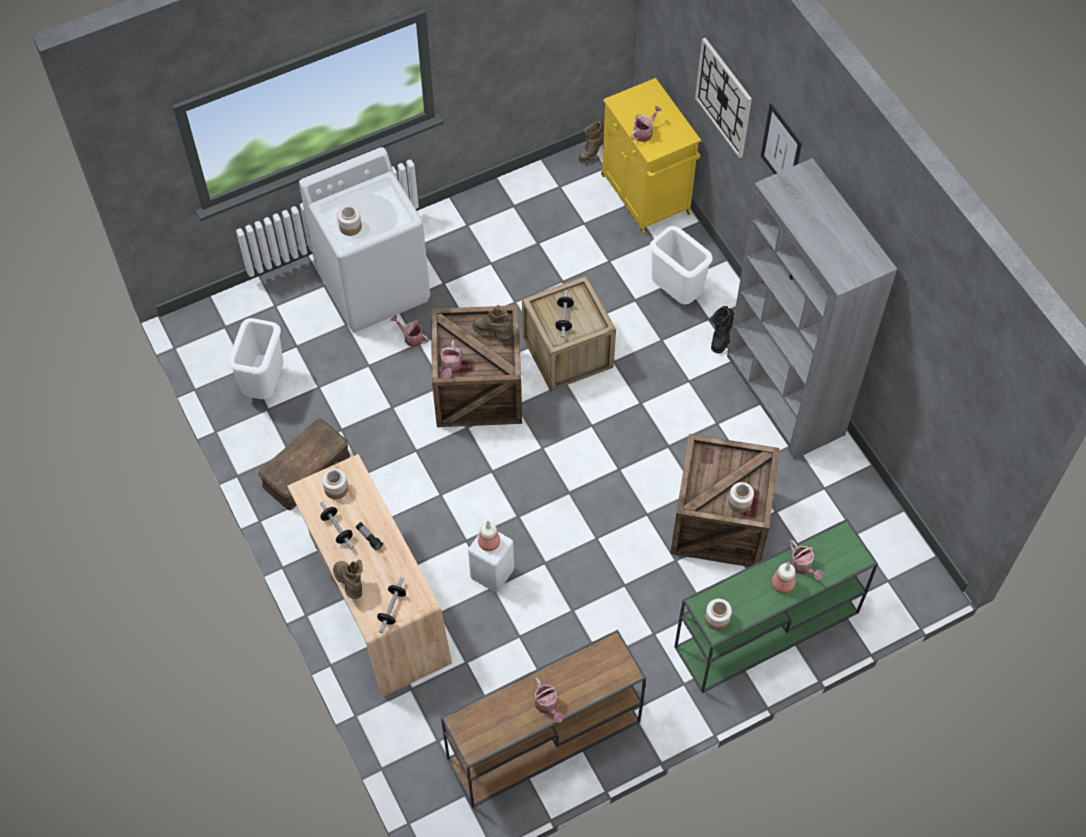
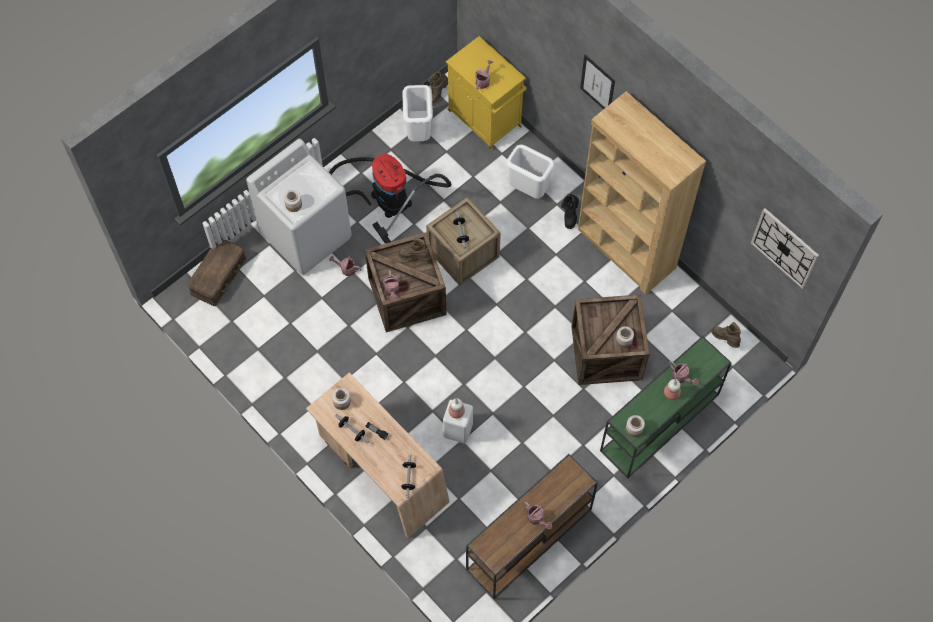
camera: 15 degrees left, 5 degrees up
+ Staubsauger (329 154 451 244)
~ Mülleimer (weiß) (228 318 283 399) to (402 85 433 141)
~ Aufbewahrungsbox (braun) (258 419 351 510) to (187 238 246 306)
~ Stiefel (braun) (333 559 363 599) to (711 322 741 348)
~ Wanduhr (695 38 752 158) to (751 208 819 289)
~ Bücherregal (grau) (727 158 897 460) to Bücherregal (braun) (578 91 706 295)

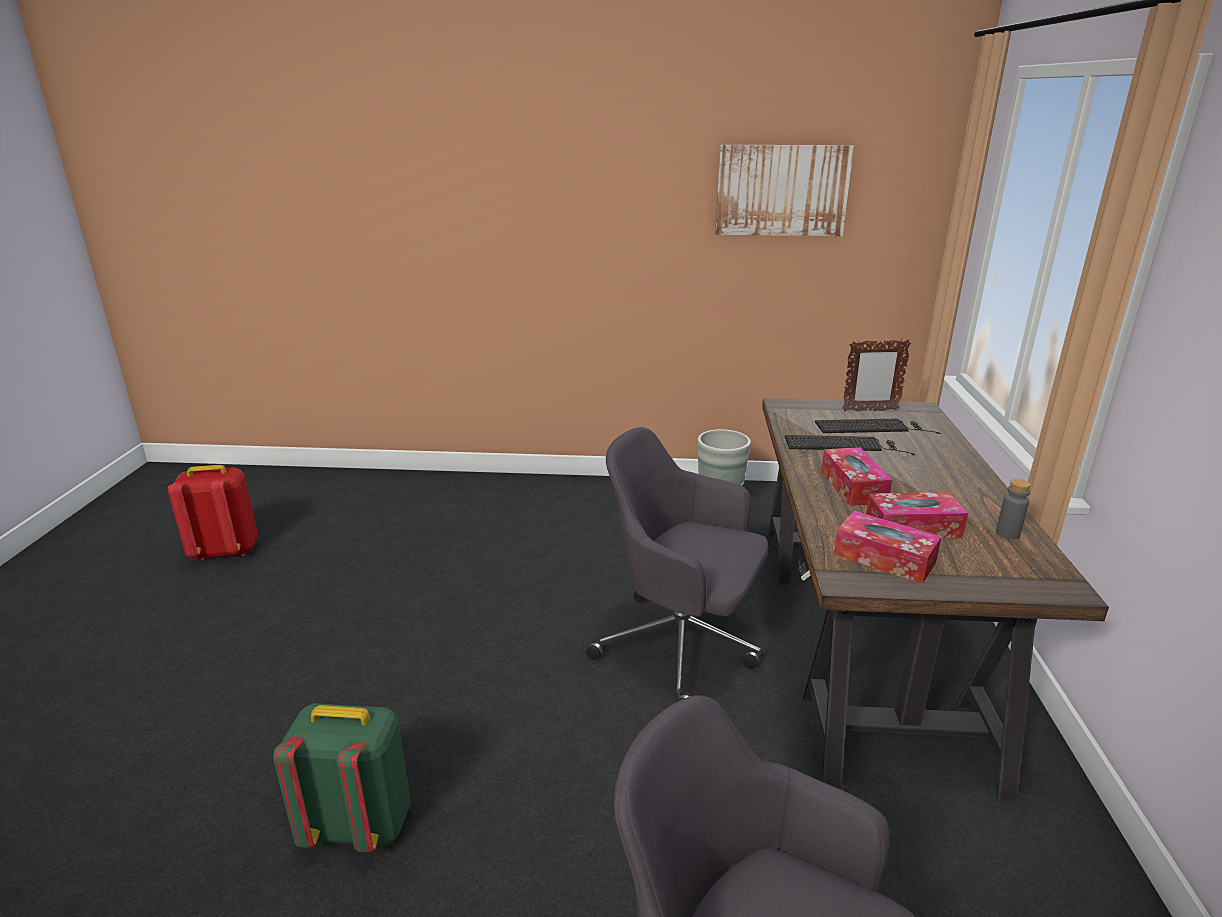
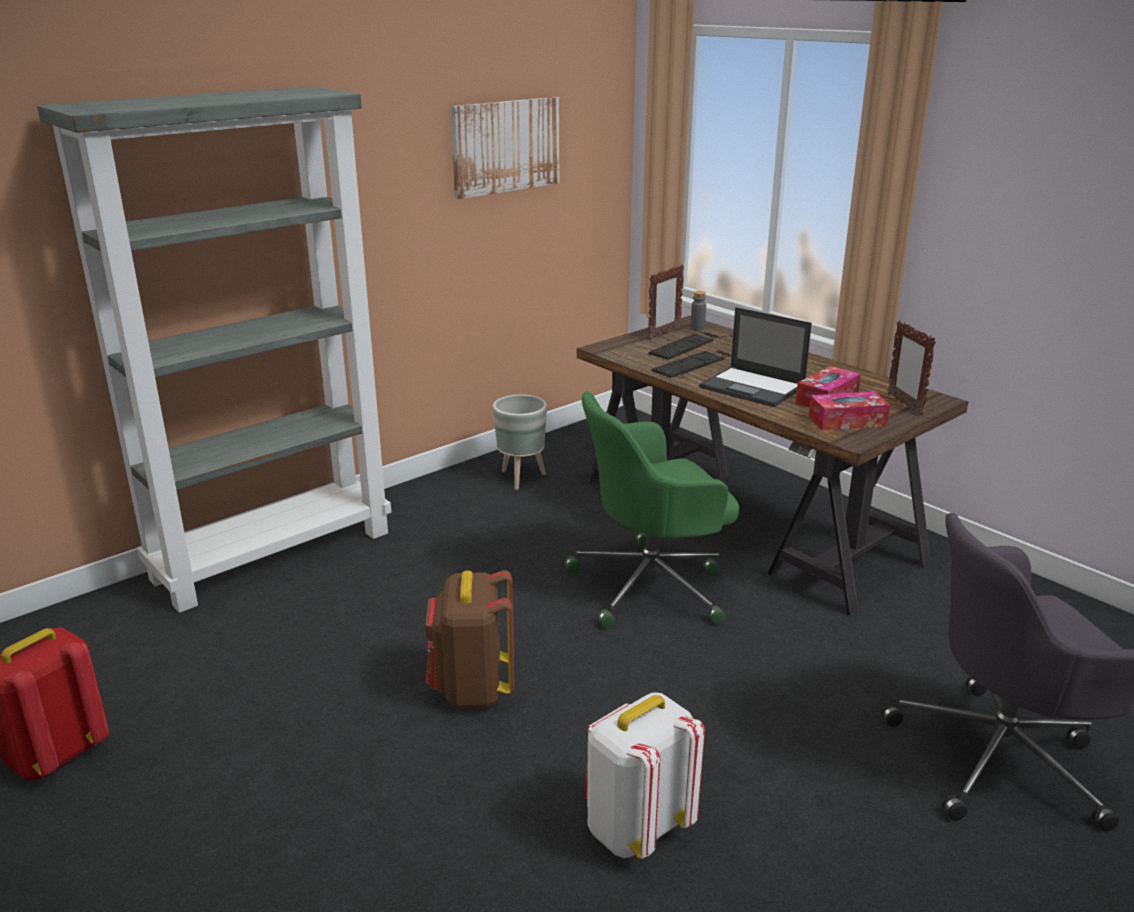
camera: 45 degrees left, 0 degrees up
+ Bücherregal (grau) (37 87 391 613)
+ Rucksack (braun) (425 570 514 709)
+ Bilderrahmen (888 320 936 415)
~ Flasche (grau) (996 479 1031 539) to (691 291 706 330)
~ Taschentuchbox (821 447 892 506) to Laptop (699 307 812 407)
~ Rucksack (grün) (273 703 411 853) to Rucksack (weiß) (584 692 705 859)
~ Bürostuhl (grau) (586 427 769 702) to Bürostuhl (grün) (565 391 739 629)

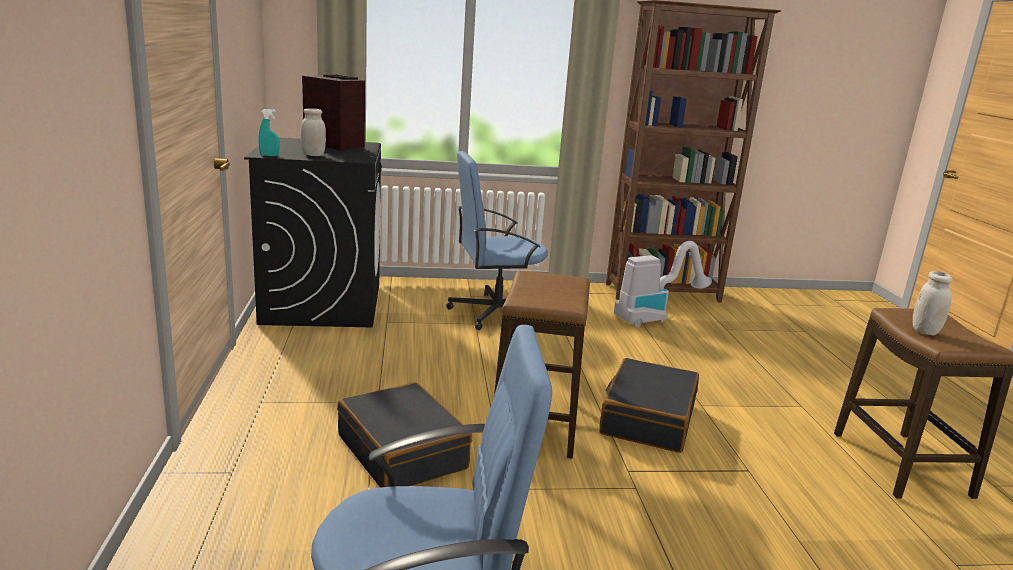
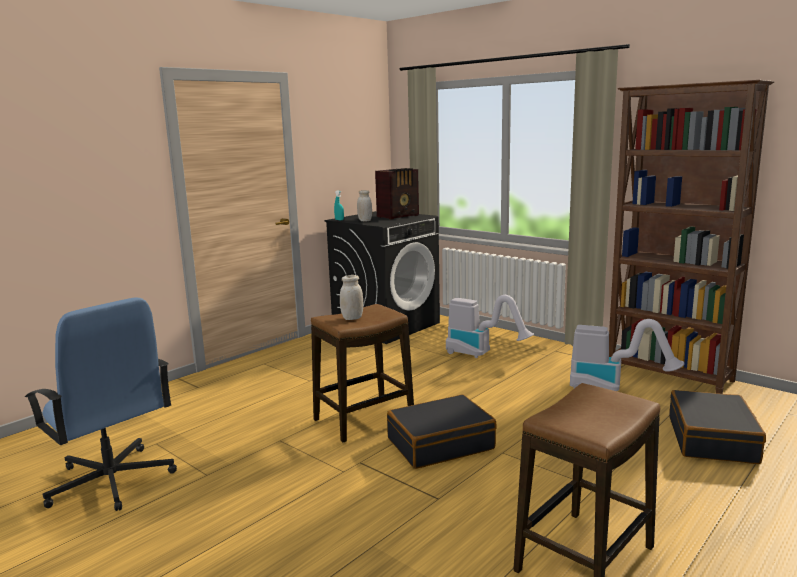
camera: 50 degrees right, 5 degrees down
~ Koffer (schwarz) (337 382 472 488) to (669 390 766 464)
~ Vorratsglas (weiß) (913 271 952 335) to (340 275 363 320)
~ Bürostuhl (blau) (446 151 548 330) to Staubsauger (446 295 534 358)
~ Radio (302 74 365 151) = (375 168 419 219) 60 degrees clockwise

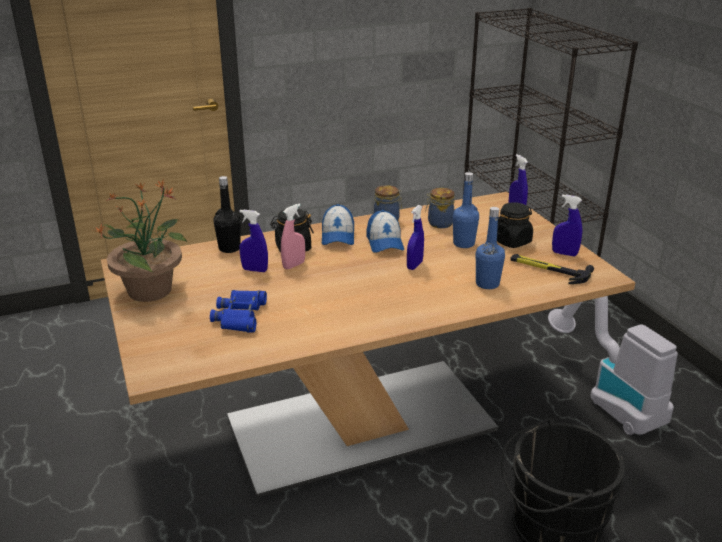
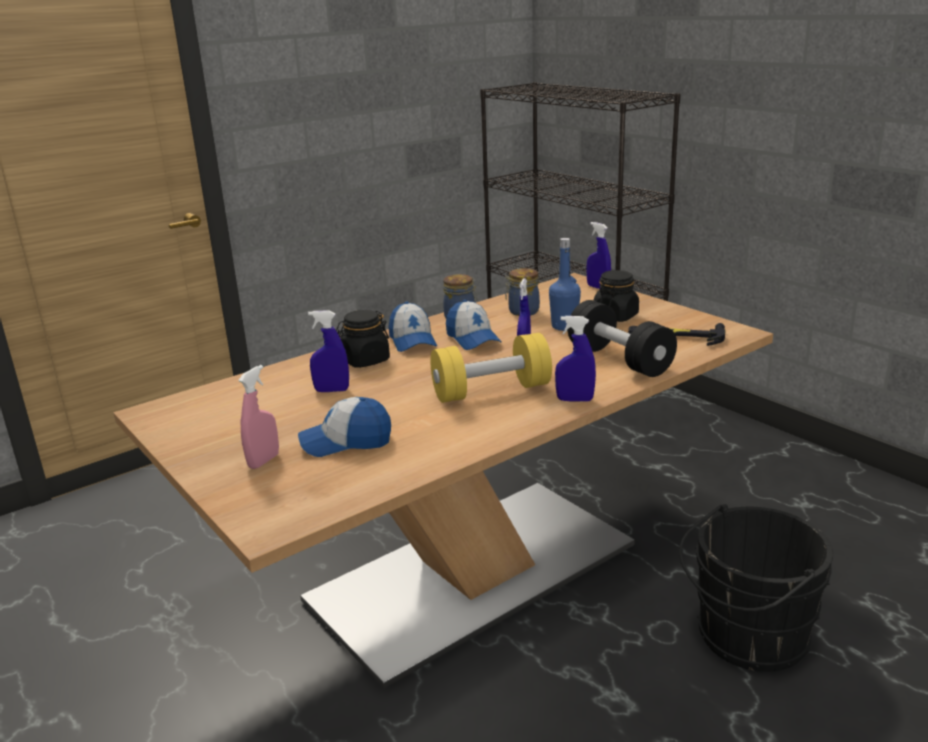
camera: 15 degrees left, 5 degrees down
- Topfpflanze (93 179 187 302)
- Flasche (schwarz) (213 176 241 253)
- Staubsauger (548 296 678 435)
+ Hantel (gelb) (430 333 552 403)
~ Sprühflasche (rosa) (281 204 305 270) to (238 365 279 469)
~ Sprühflasche (blau) (552 194 582 256) to (555 316 596 402)
~ Fernglas (blau) (210 290 267 333) to Kappe (298 397 391 457)
~ Flasche (blau) (476 207 505 289) to Hantel (schwarz) (568 300 677 377)

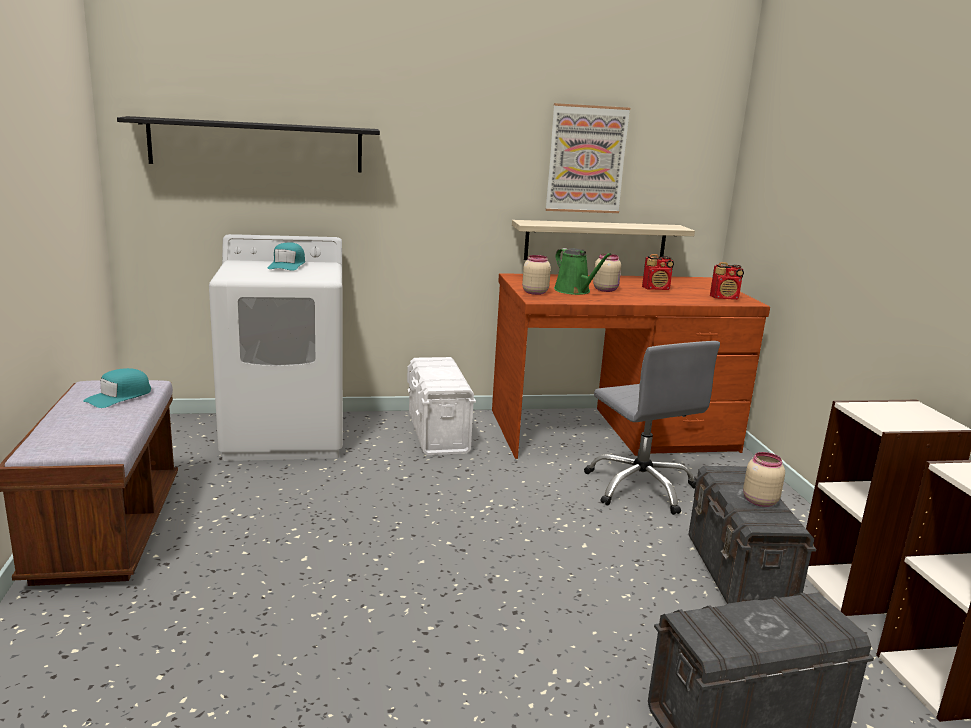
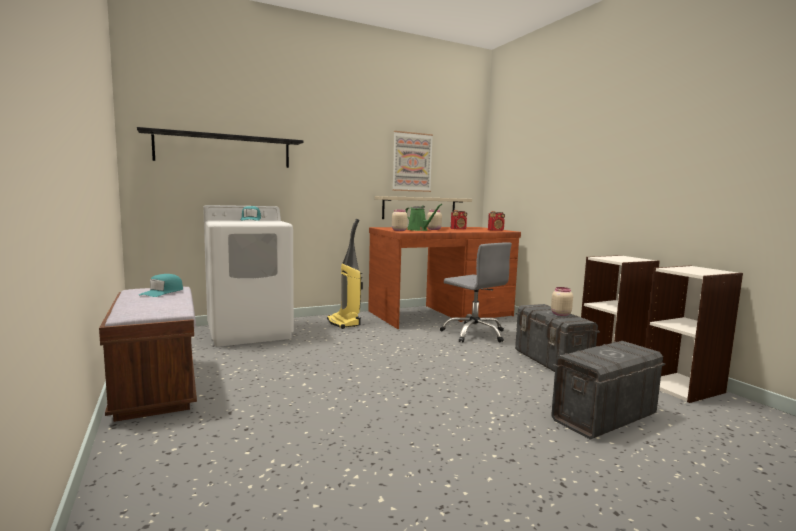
camera: 15 degrees left, 10 degrees down
~ Aufbewahrungsbox (weiß) (407 357 476 455) to Staubsauger (327 219 363 329)

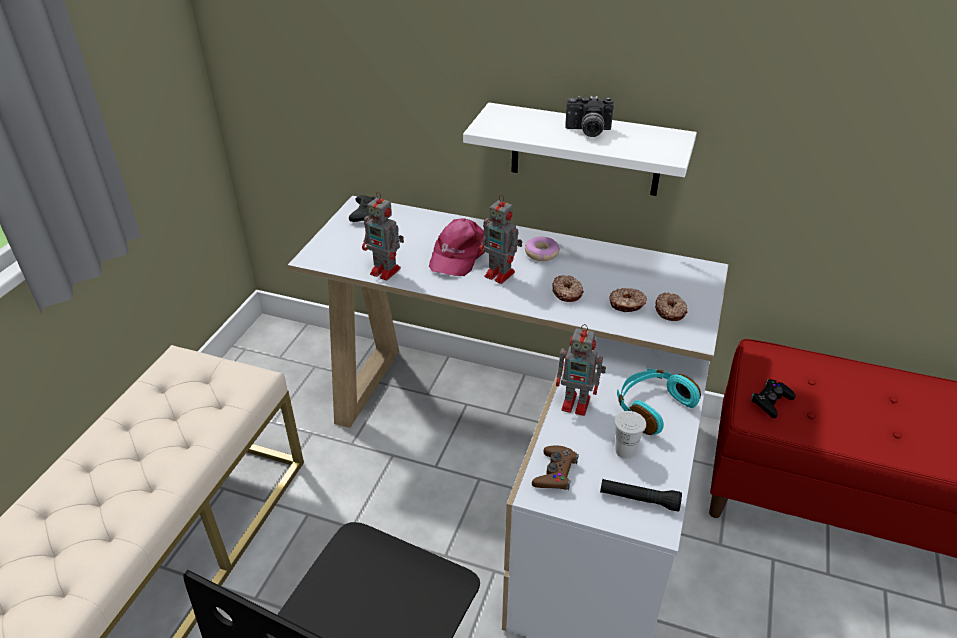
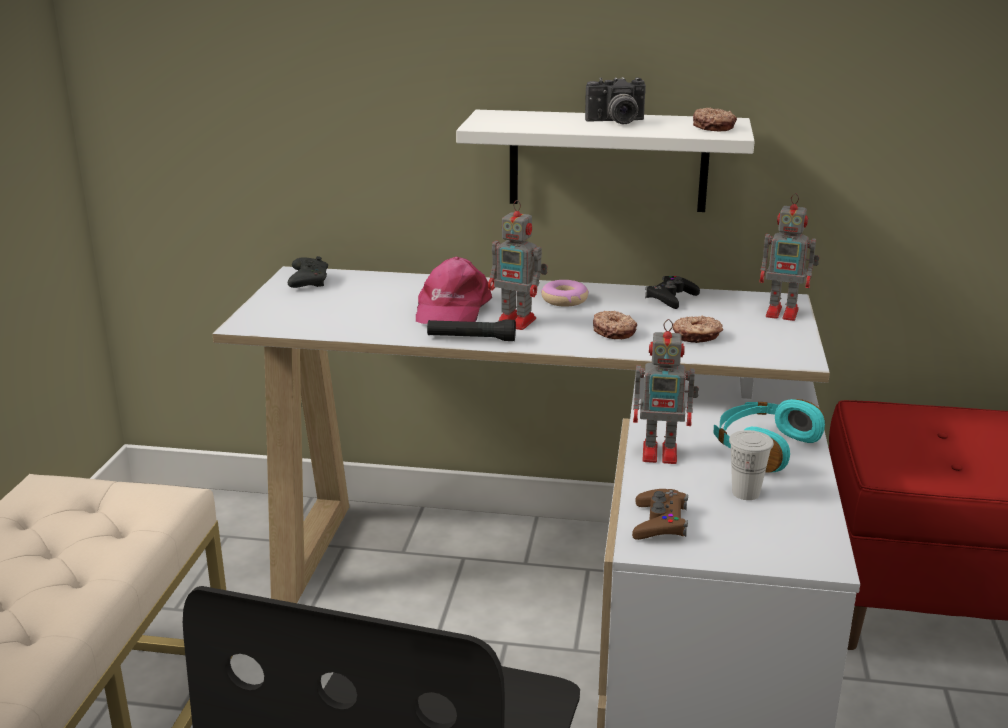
camera: 10 degrees left, 15 degrees down
~ Spielzeugroboter (362 192 404 280) to (759 193 819 321)
~ Taschenlampe (schwarz) (600 479 682 512) to (427 319 516 341)
~ Donut (655 293 687 321) to (693 108 737 132)
~ Gamepad (schwarz) (750 379 795 418) to (645 276 700 309)

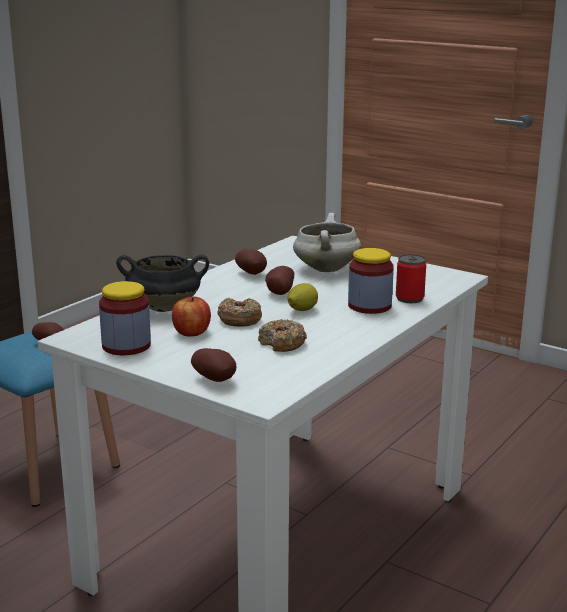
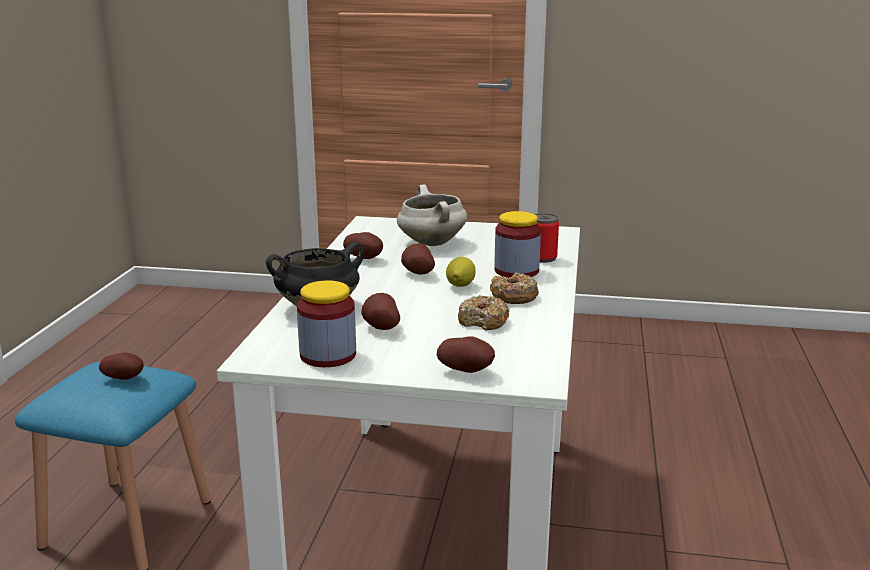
camera: 25 degrees left, 0 degrees up
~ Donut (217 298 262 327) to (490 273 539 304)
~ Apfel (172 297 211 337) to Kartoffel (361 293 400 330)

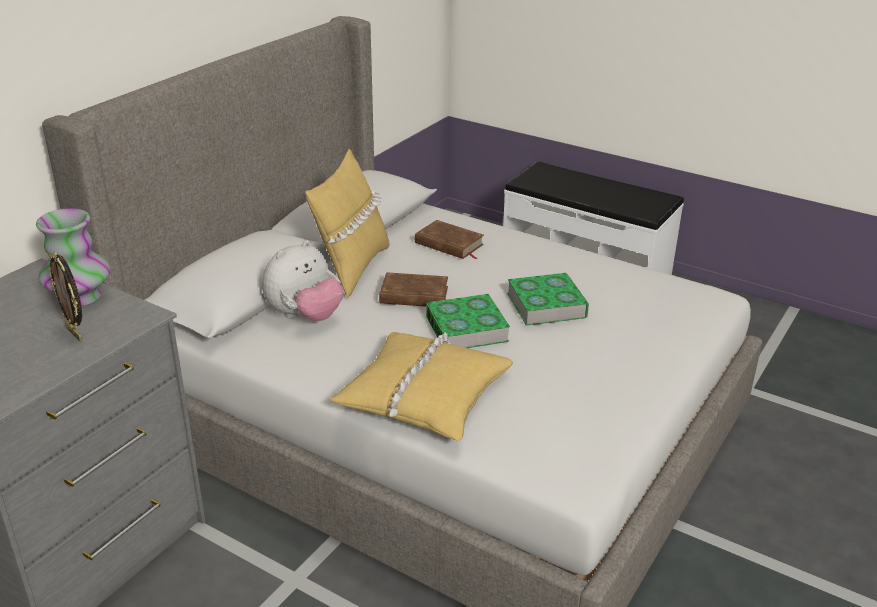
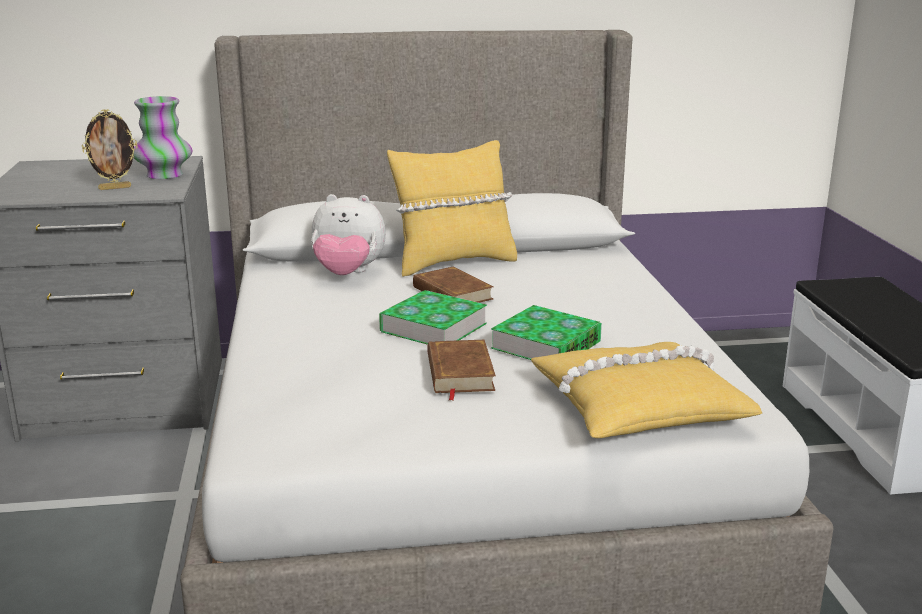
camera: 50 degrees right, 10 degrees down
~ Kissen (gelb) (329 332 513 442) to (531 342 762 438)
~ Buch (braun) (415 220 484 259) to (427 340 496 400)
~ Bilderrahmen (49 252 82 341) = (82 109 138 190) 120 degrees counterclockwise

